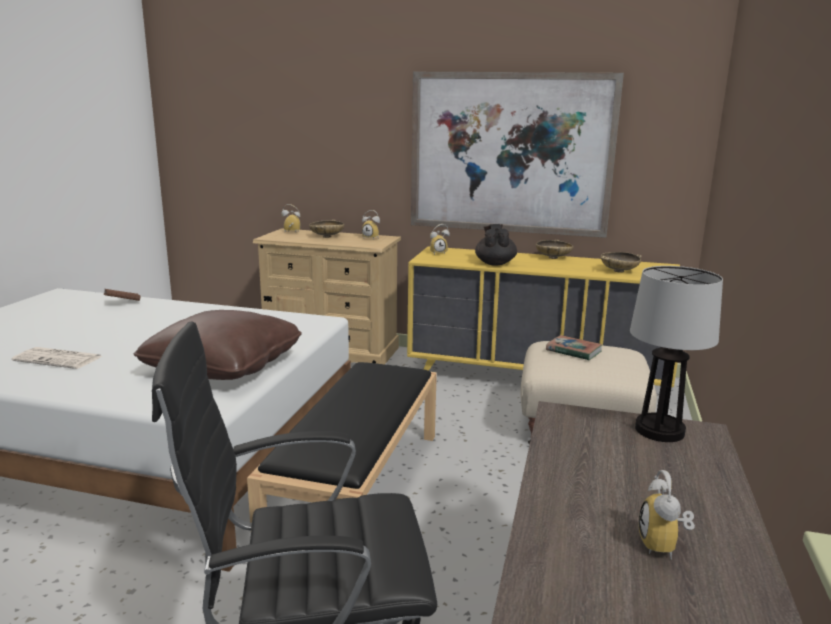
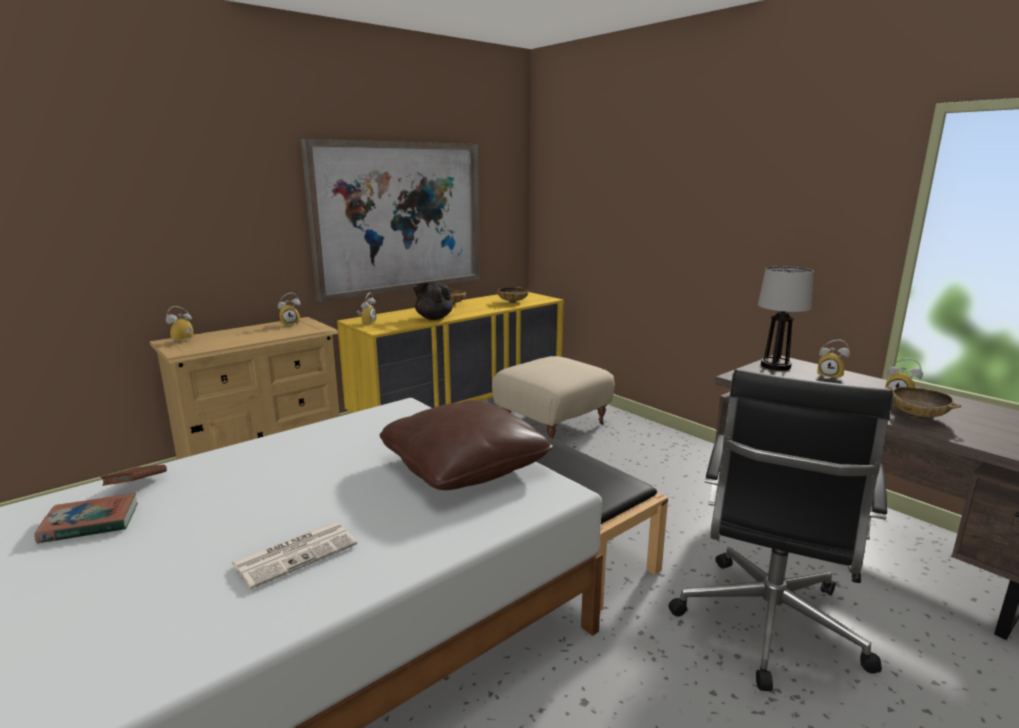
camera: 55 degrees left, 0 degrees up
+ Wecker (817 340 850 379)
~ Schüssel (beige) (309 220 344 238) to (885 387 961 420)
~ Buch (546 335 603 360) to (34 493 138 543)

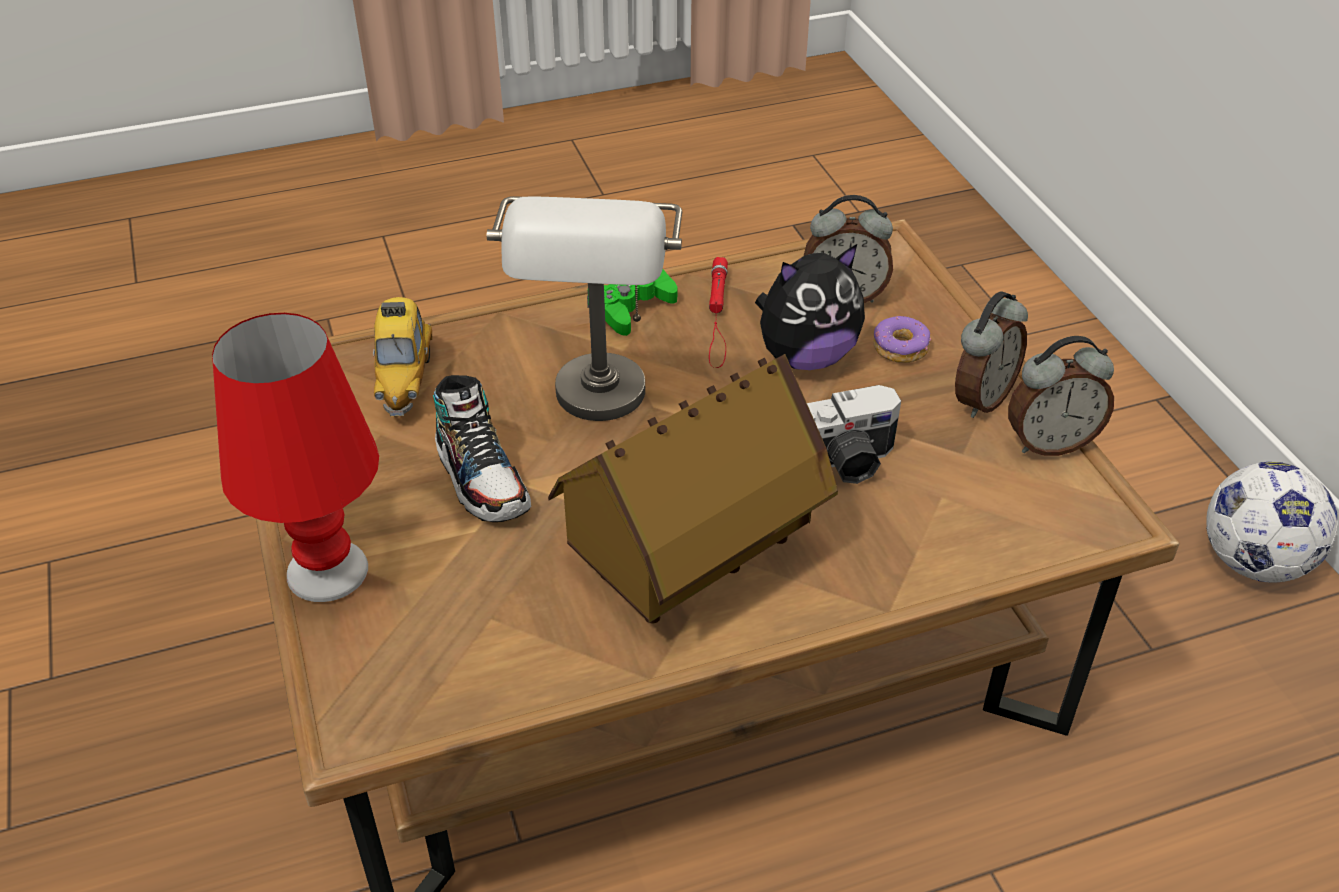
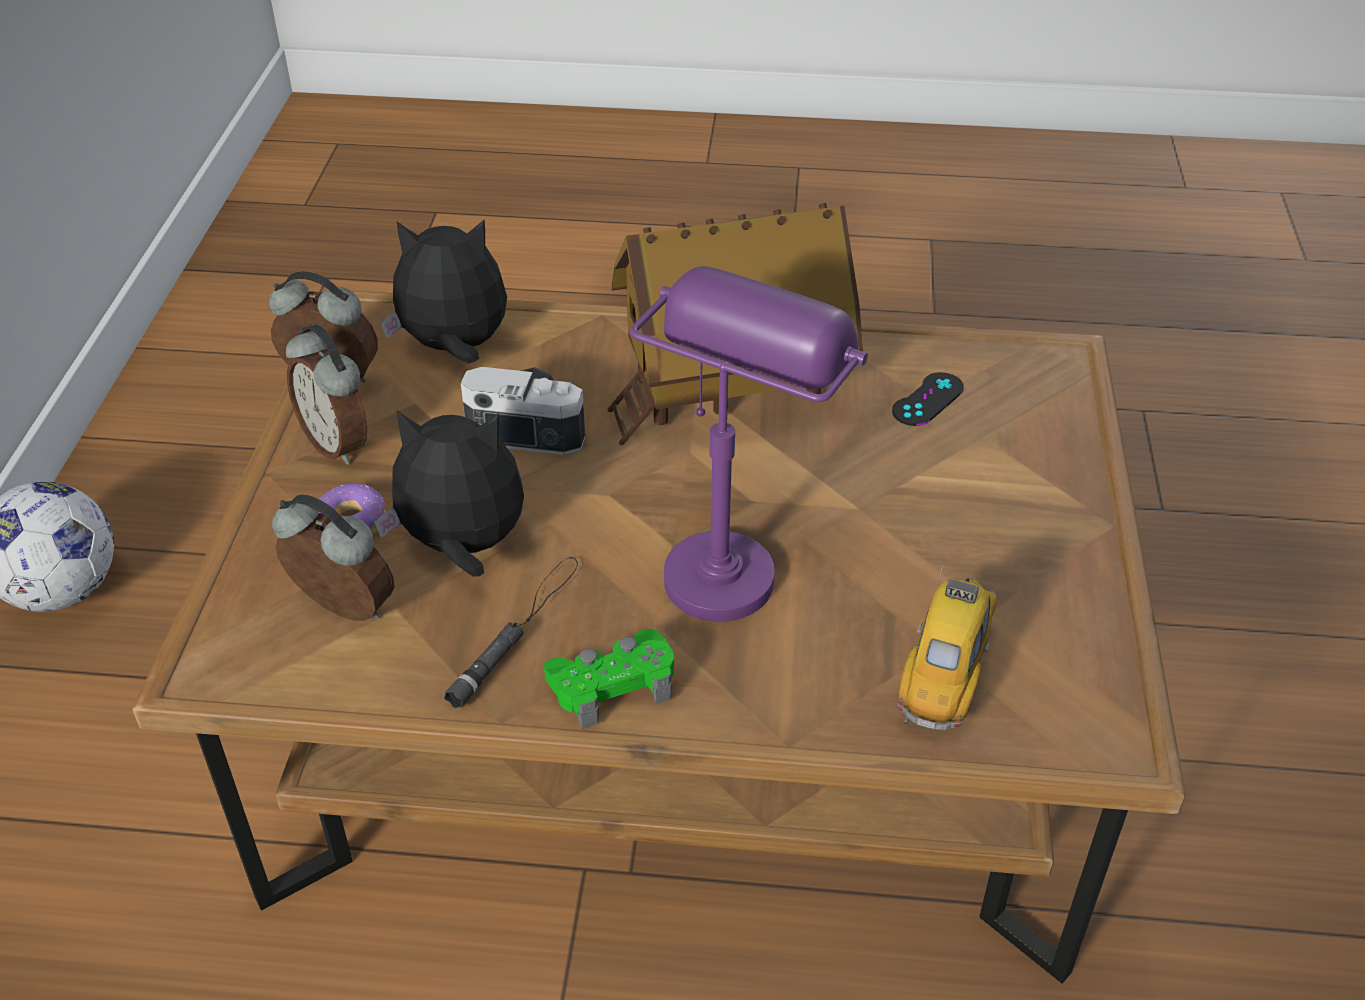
camera: 155 degrees left, 0 degrees up
- Tischlampe (rot) (212 313 379 602)
- Schuh (433 375 531 522)
+ Plüschtier (380 219 507 363)
+ Gamepad (schwarz) (892 372 964 426)
~ Tischlampe (grau) (487 196 682 421) to Tischlampe (lila) (630 266 868 622)
~ Taschenlampe (rot) (709 257 728 368) to Taschenlampe (schwarz) (444 557 578 708)
~ Wecker (955 291 1028 418) = (286 324 367 465) 105 degrees counterclockwise

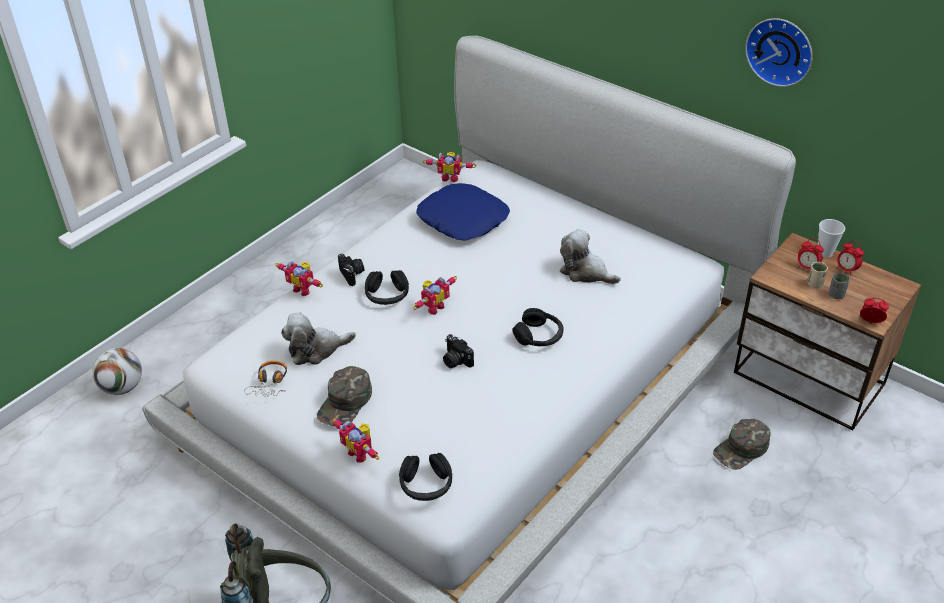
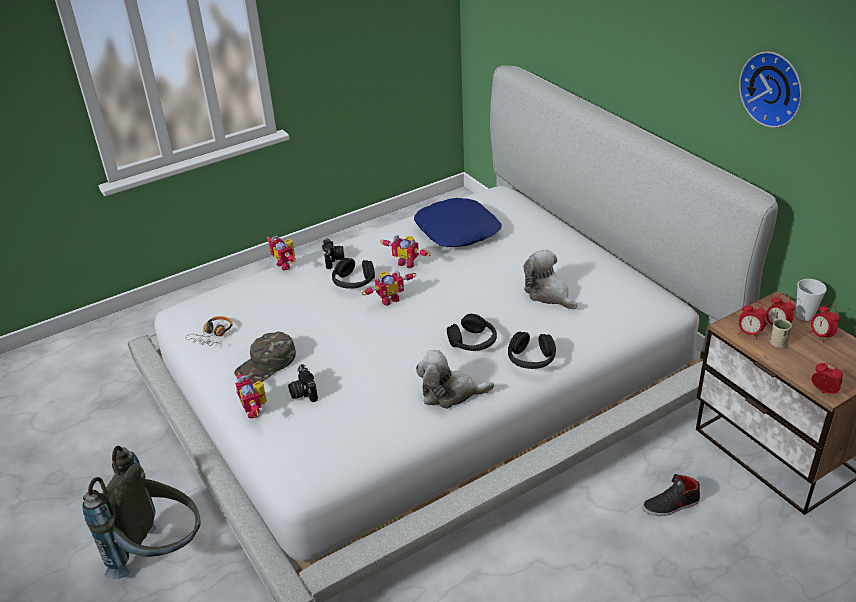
camera: 20 degrees right, 5 degrees down
- Fußball (92 348 142 395)
- Tasse (grau) (829 273 850 299)
+ Wecker (739 301 767 339)
~ Plüschtier (281 312 356 365) to (416 350 494 409)
~ Kopfhörer (schwarz) (399 453 452 501) to (508 332 556 369)
~ Spielzeugroboter (423 152 476 182) to (380 235 431 268)
~ Kamera (443 334 474 368) to (288 364 318 402)
~ Kappe (grün) (713 419 771 470) to Schuh (schwarz) (643 474 700 516)

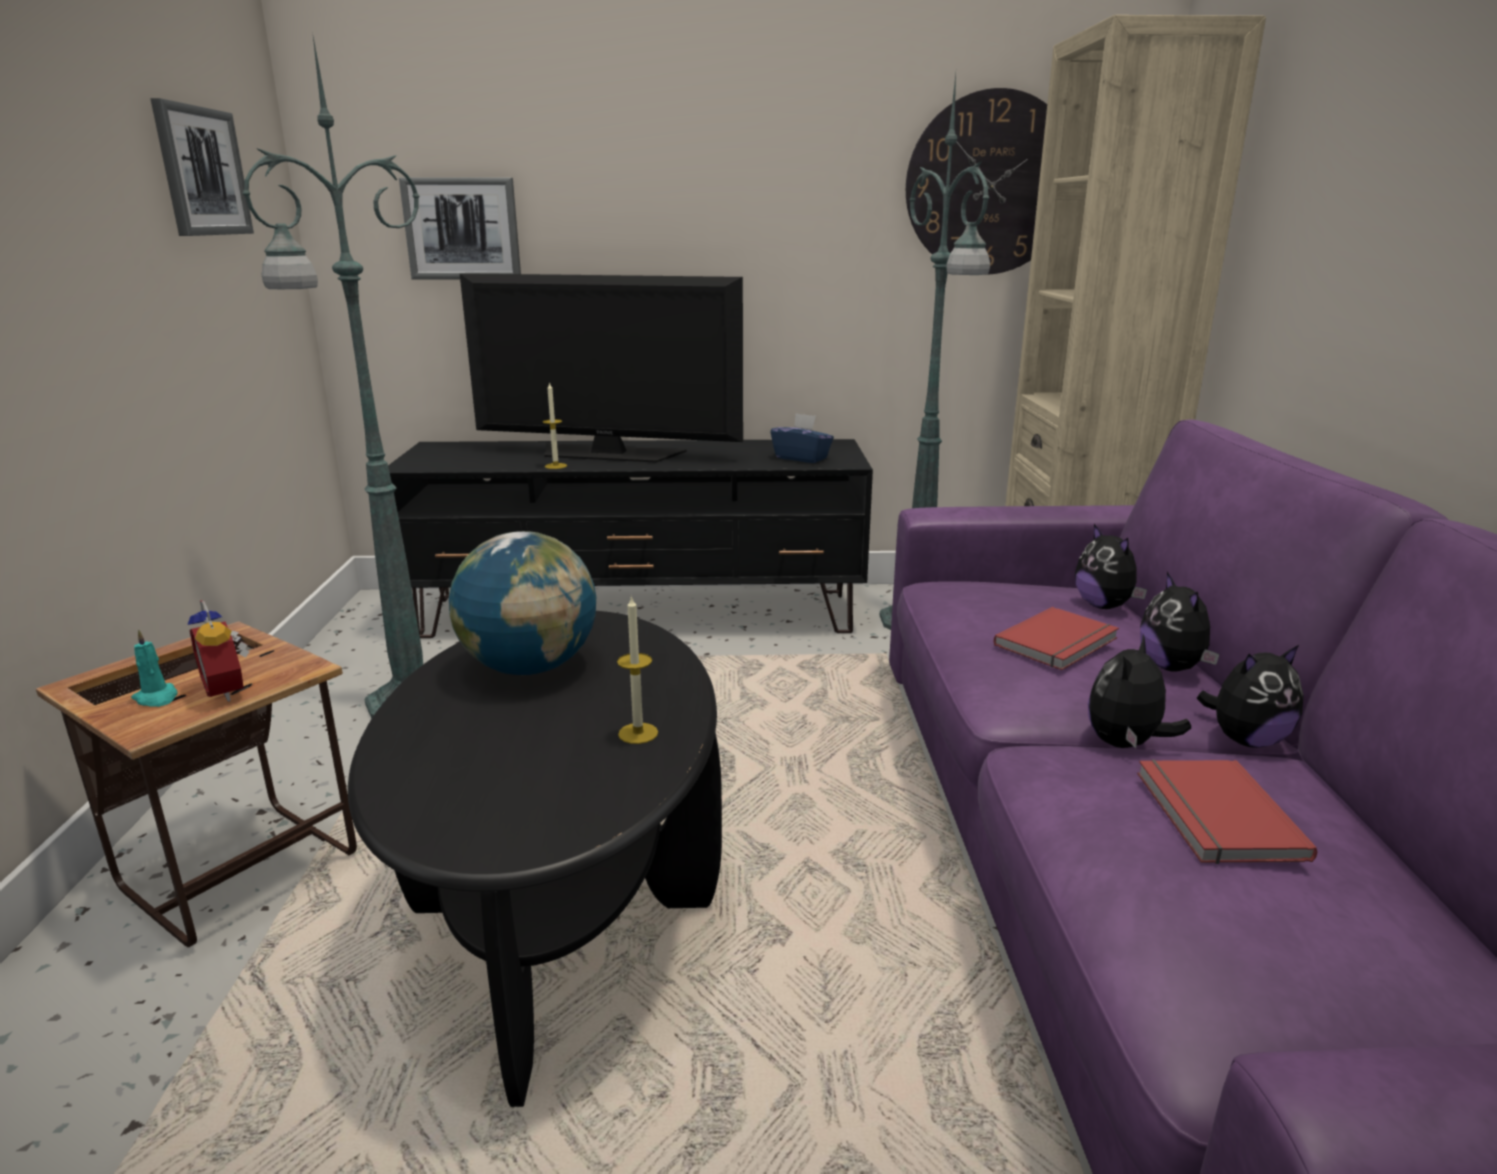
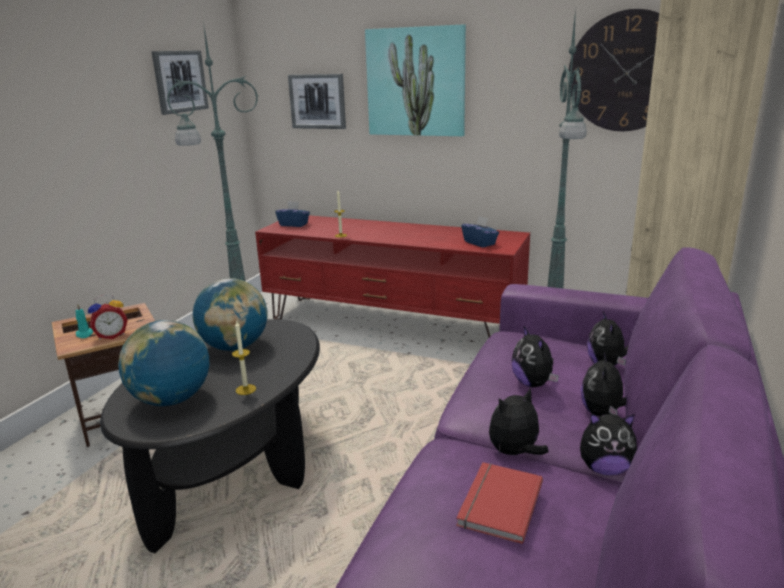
camera: 25 degrees right, 0 degrees up
- Fernseher (460 273 743 463)
+ Globus (118 320 210 406)
+ Taschentuchbox (blau) (275 201 310 227)
+ Bild (365 24 466 136)
~ Buch (rot) (994 607 1119 670) to Plüschtier (512 326 559 387)
~ Fernsehschrank (schwarz) (388 439 873 638) to Fernsehschrank (rot) (255 215 530 337)
~ Wecker (187 600 250 702) = (88 295 128 339) 105 degrees counterclockwise

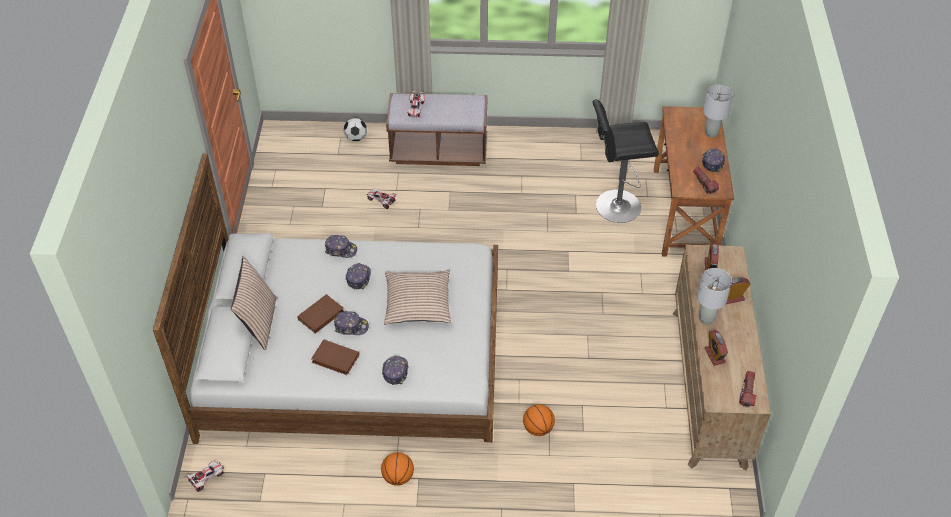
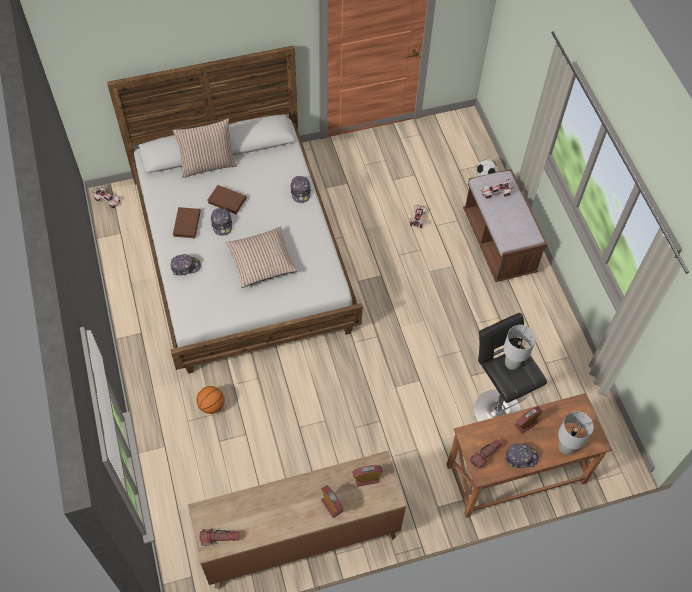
camera: 70 degrees right, 10 degrees up
- Kappe (346 263 371 290)
- Basketball (381 452 414 486)
~ Tischlampe (grau) (697 268 732 324) to (503 325 536 370)
~ Wecker (705 330 728 366) to (515 406 543 434)

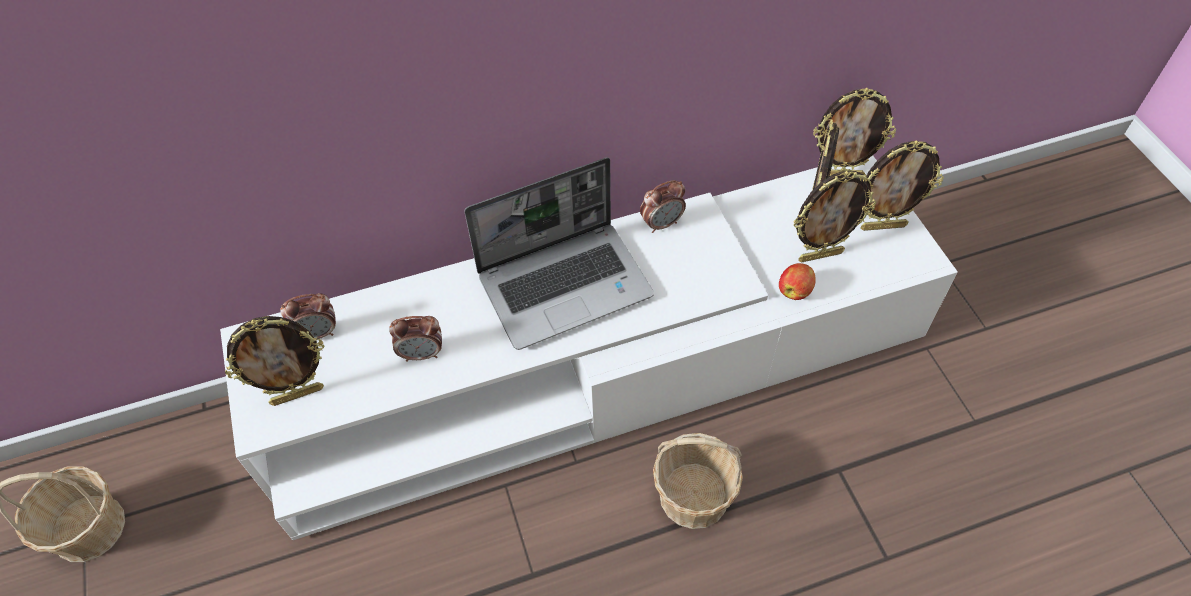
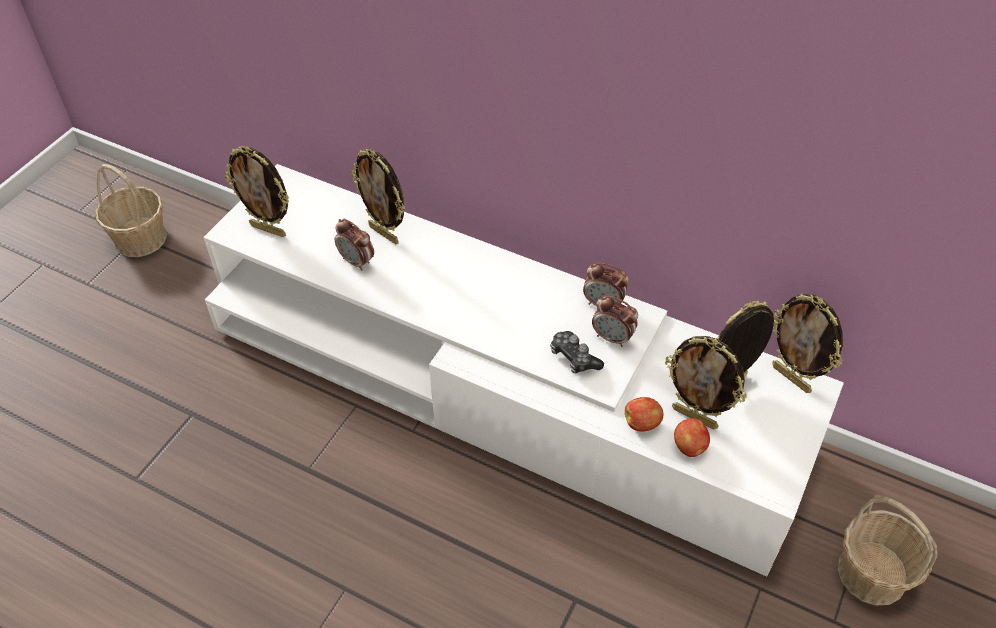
camera: 45 degrees right, 5 degrees down
- Laptop (464 157 654 350)
+ Gamepad (550 331 604 373)
+ Apfel (674 418 710 457)
~ Wecker (280 293 336 339) to (592 296 638 347)
~ Korb (653 433 743 529) to (838 495 937 606)
~ Bilderrahmen (861 140 944 231) to (351 149 405 244)

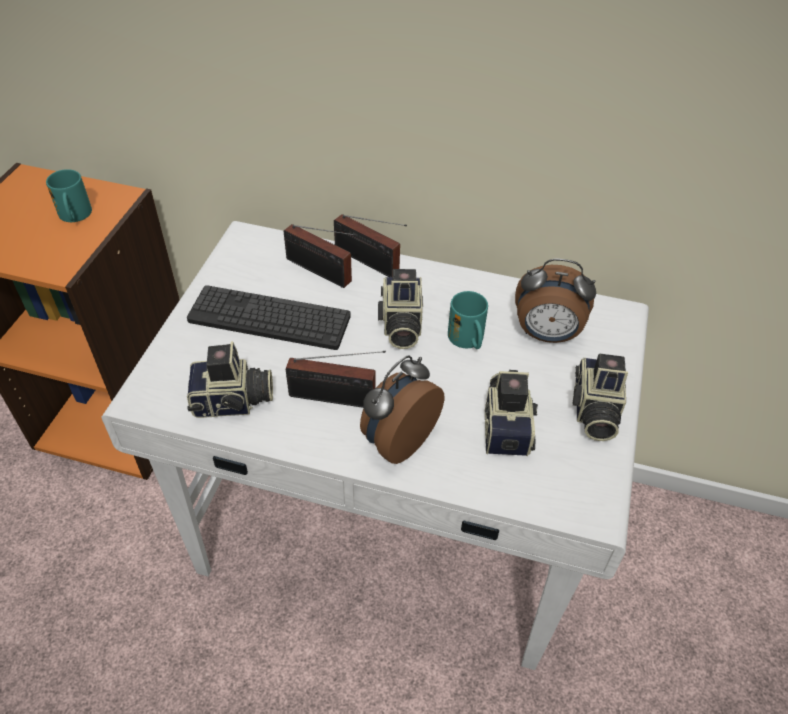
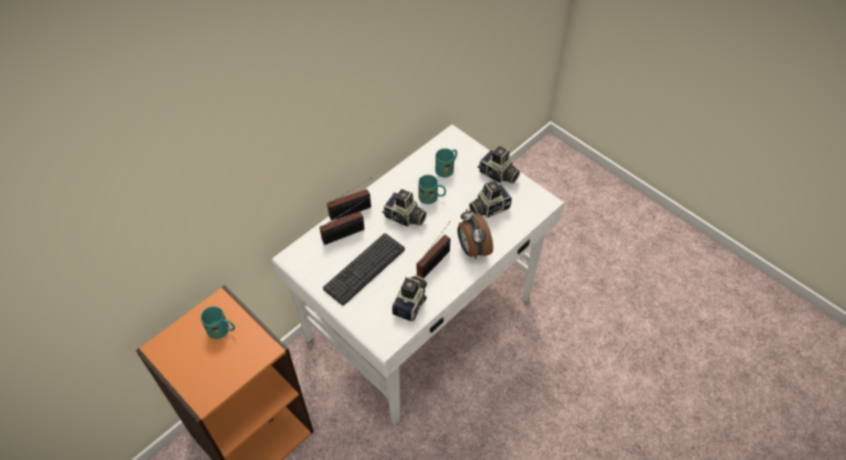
camera: 60 degrees left, 5 degrees up
~ Wecker (515 259 596 343) to Henkelbecher (türkis) (435 148 457 177)
~ Kamera (485 370 538 456) = (469 181 512 218) 60 degrees counterclockwise

